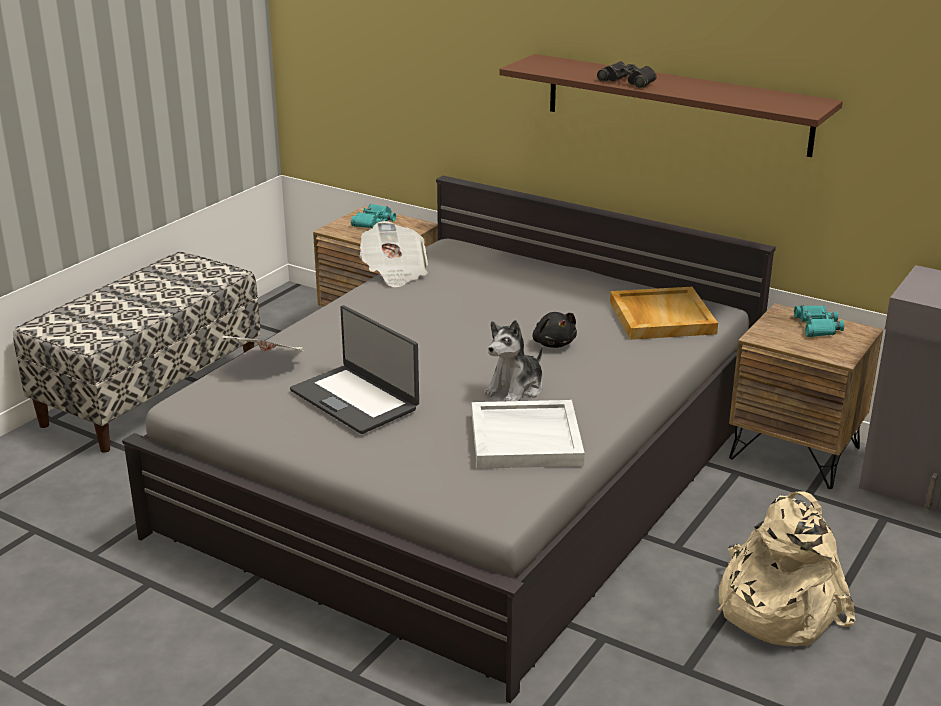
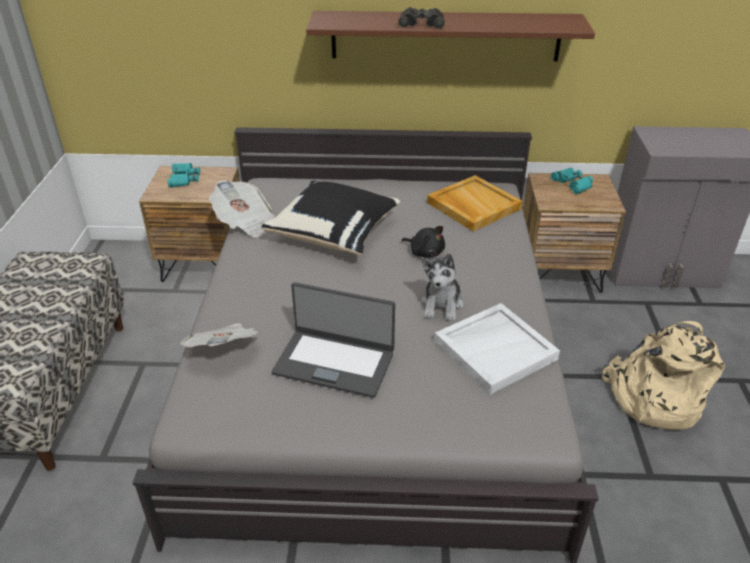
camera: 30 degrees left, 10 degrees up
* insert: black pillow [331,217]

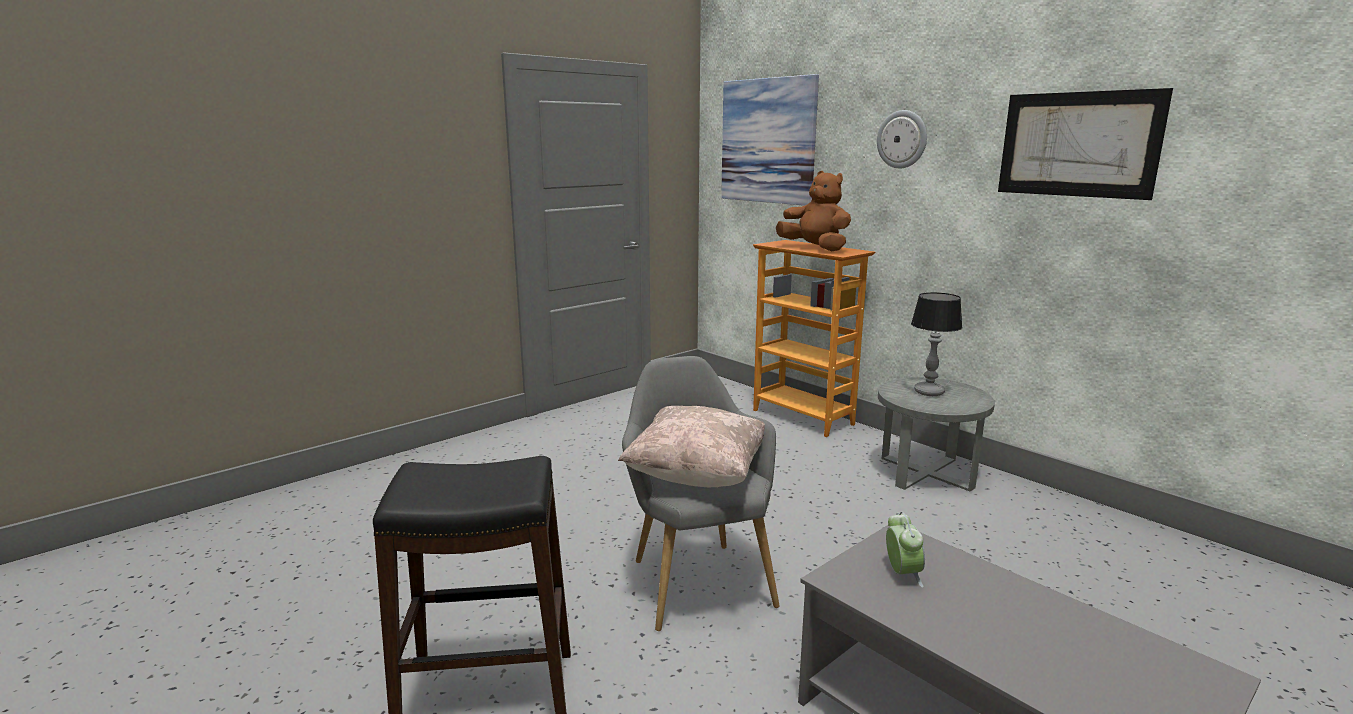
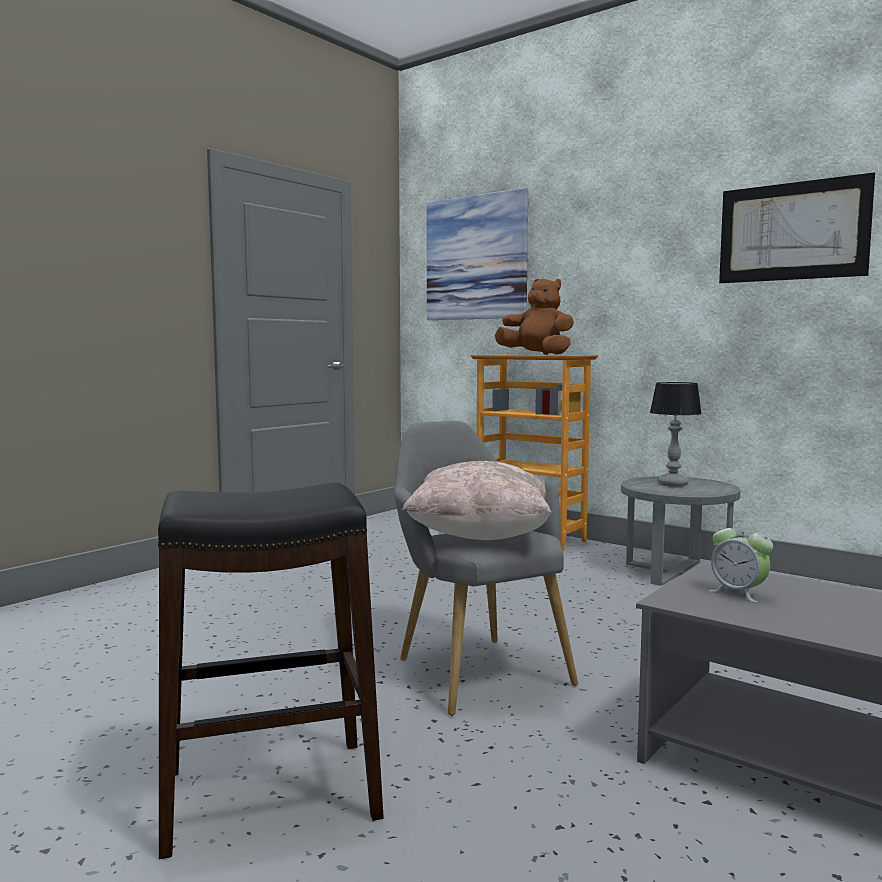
camera: 10 degrees left, 10 degrees down
* delete: wall clock [902,139]
* rotate: alarm clock [905,550] = [741,562] 150 degrees clockwise

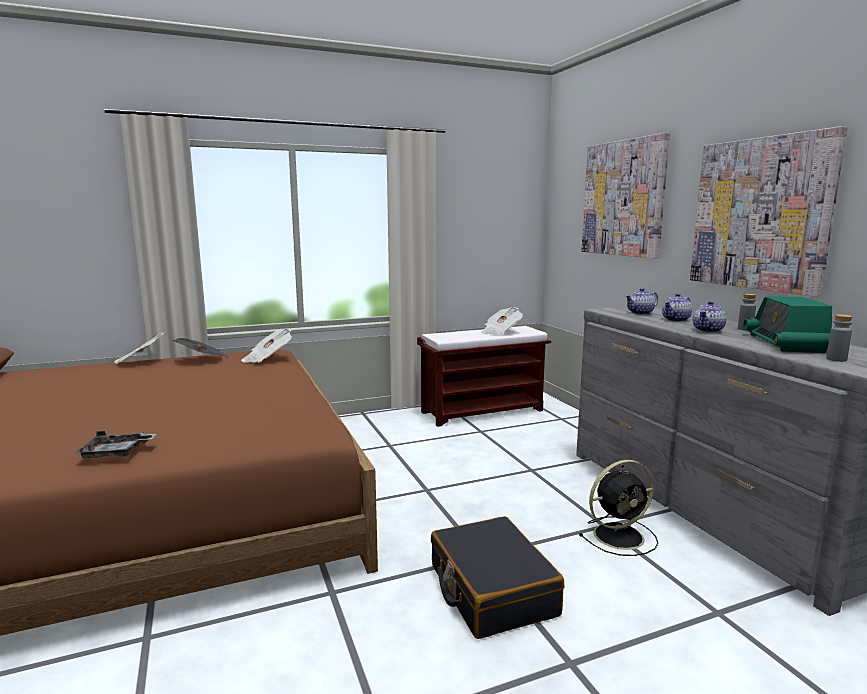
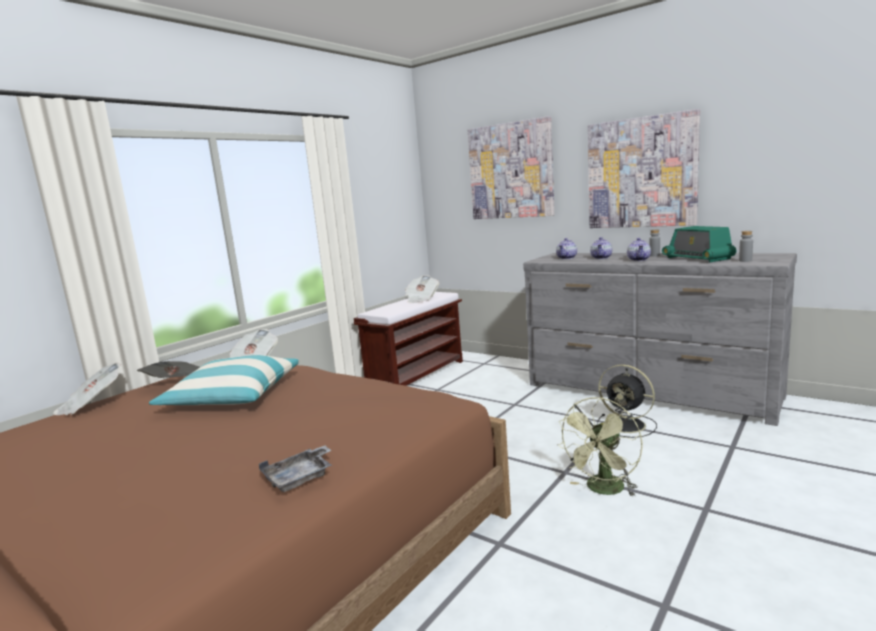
camera: 30 degrees left, 0 degrees up
* replace: black suitcase [497,577] to green fan [600,447]
* rotate: black fan [618,508] = [627,401] 90 degrees clockwise
* insert: pillow [224,380]

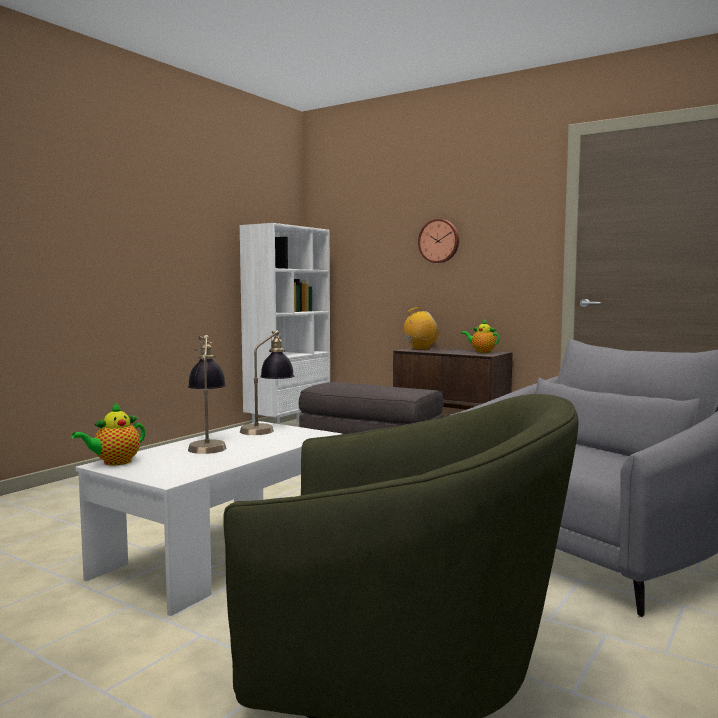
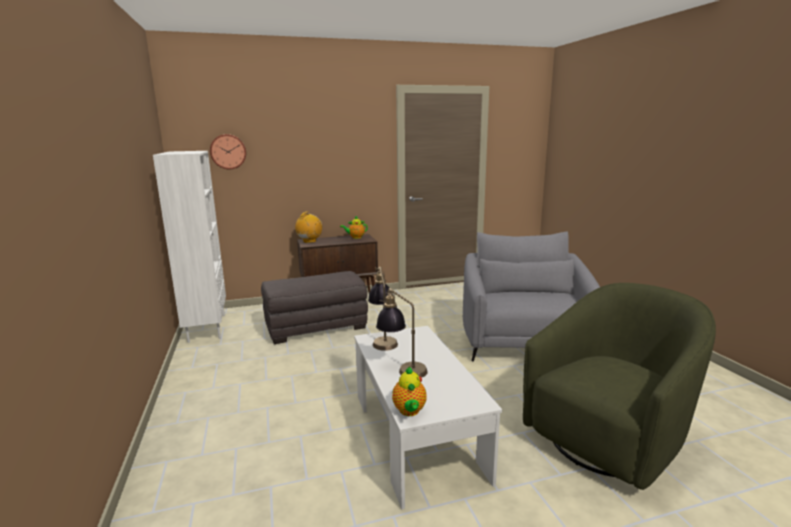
camera: 50 degrees left, 10 degrees up
* move: wall clock [438,241] to [228,151]

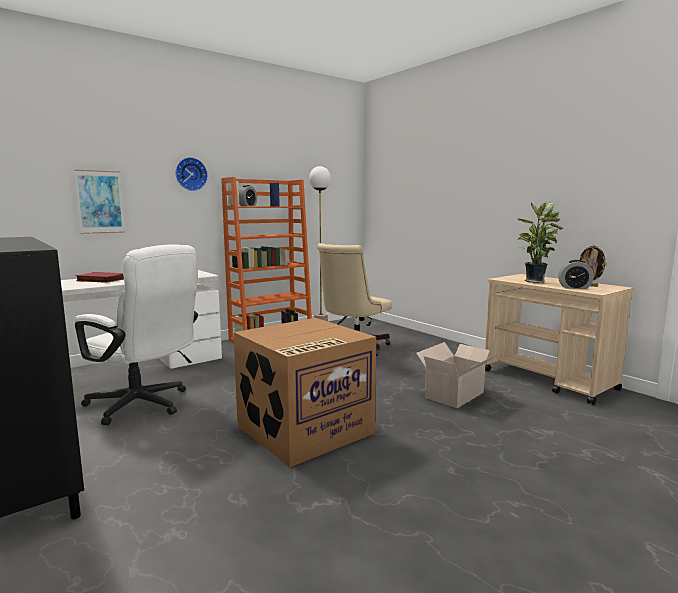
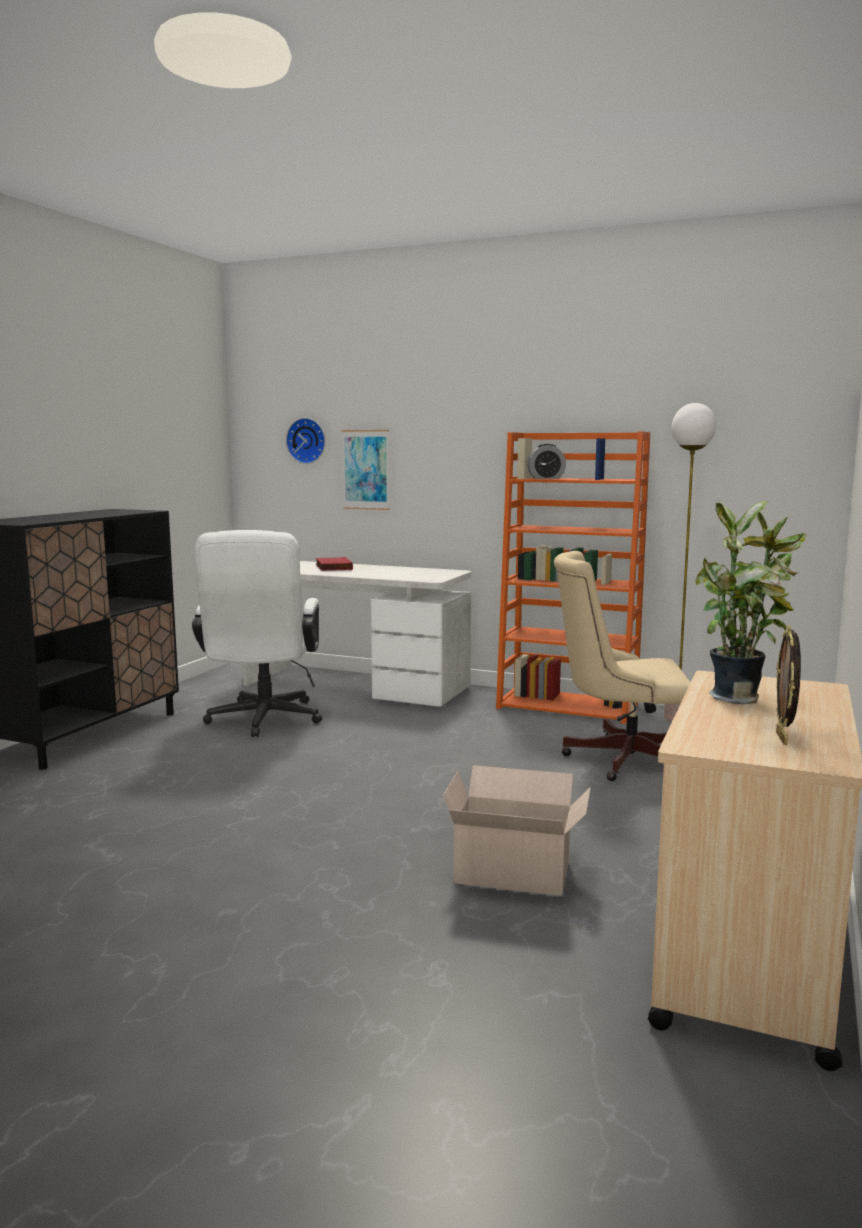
camera: 60 degrees right, 0 degrees up
* move: wall clock [191,174] to [305,441]
* delete: cardboard box [304,392]
* delete: alarm clock [576,274]

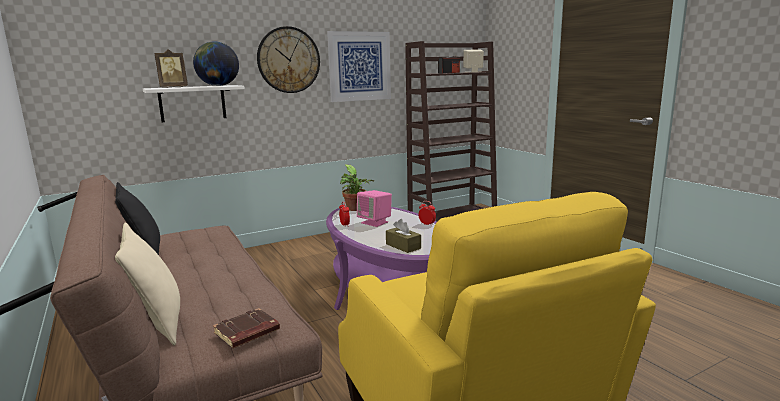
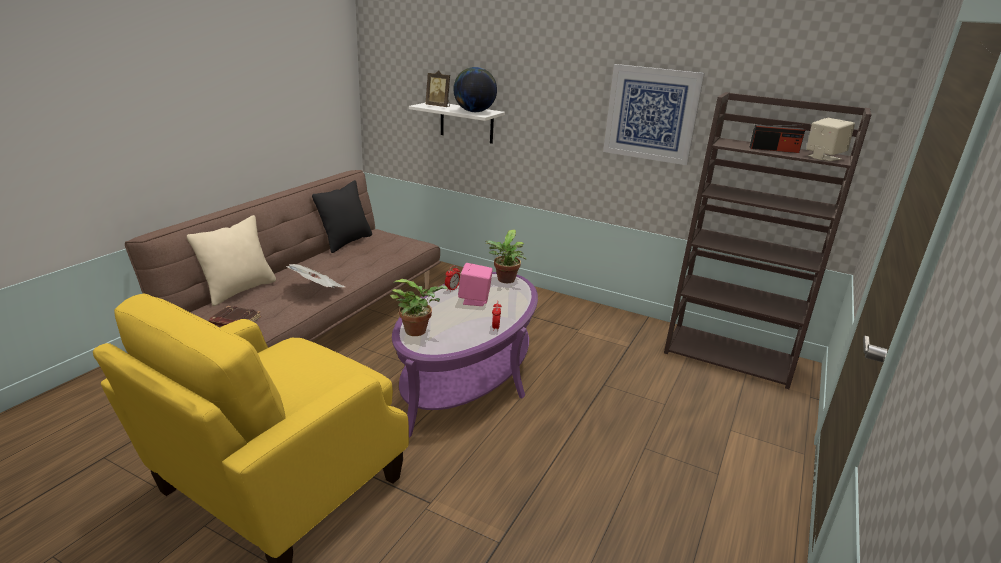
camera: 55 degrees right, 10 degrees up
* delete: wall clock [288,59]
* replace: brown tissue box [403,236] to potted plant [419,307]
* insert: newspaper [316,276]

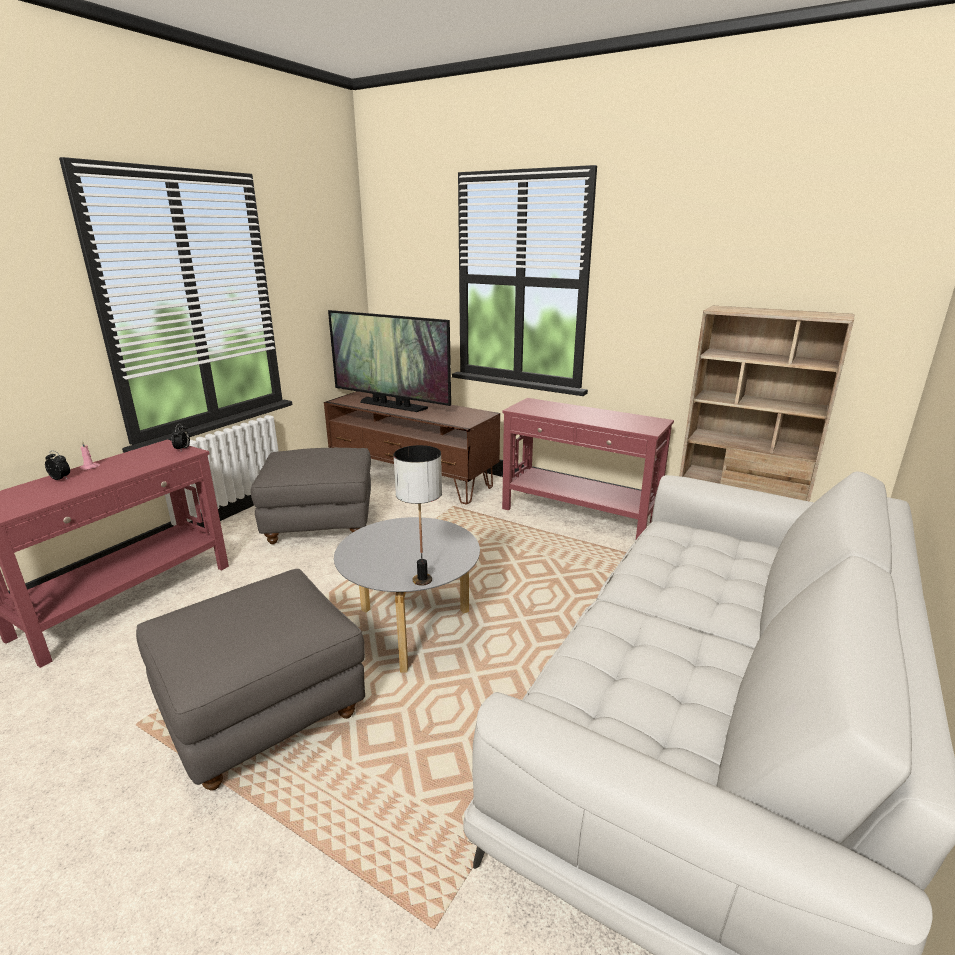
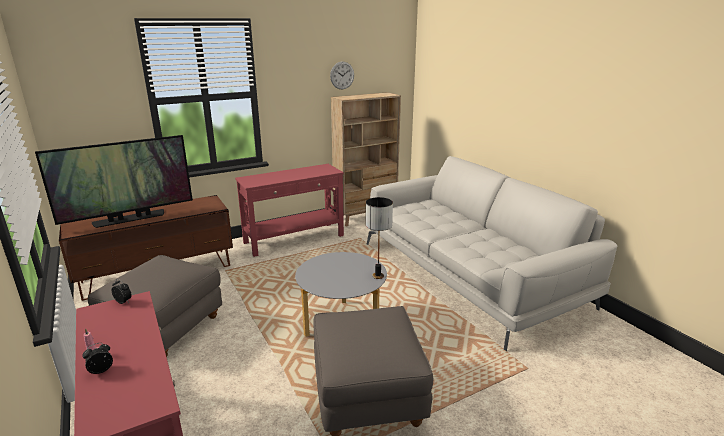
camera: 60 degrees left, 0 degrees up
* insert: wall clock [342,75]

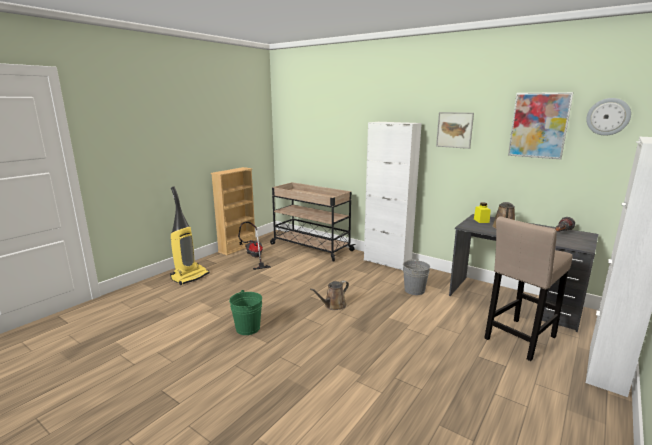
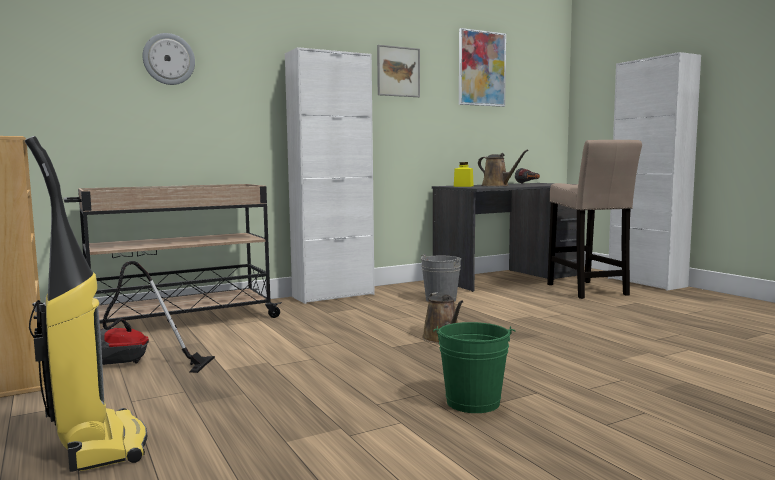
camera: 65 degrees left, 10 degrees down
* move: wall clock [608,116] to [169,59]

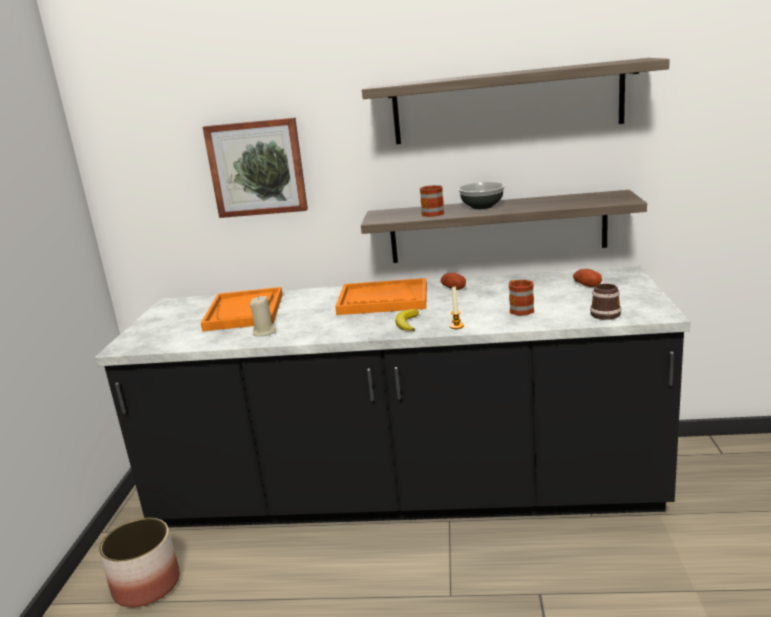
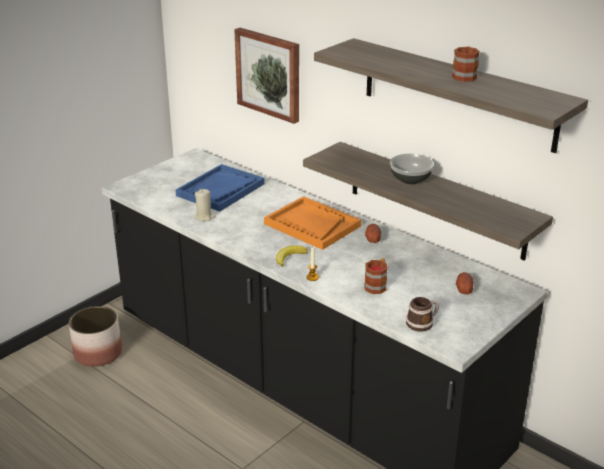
camera: 35 degrees right, 10 degrees up
* recolor: orange tray [242,309] to blue tray [220,188]
* move: mug [432,201] to [466,64]

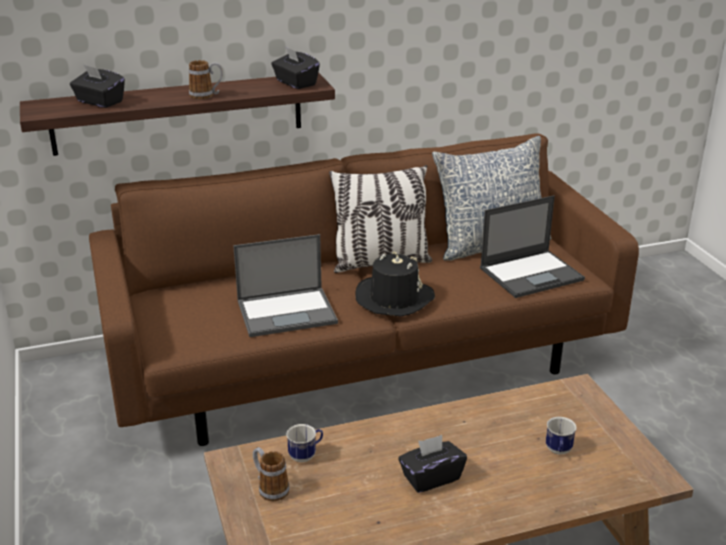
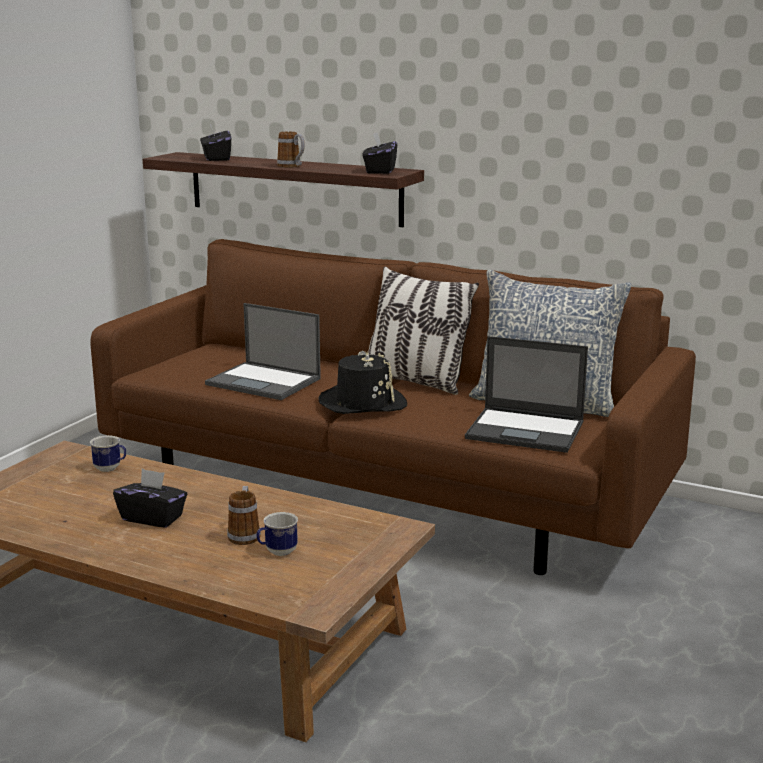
camera: 45 degrees right, 10 degrees down
* move: mug [271,474] to [244,515]

